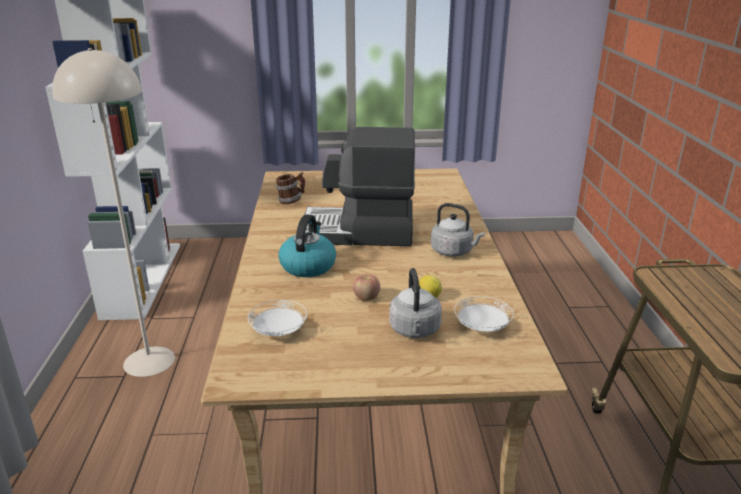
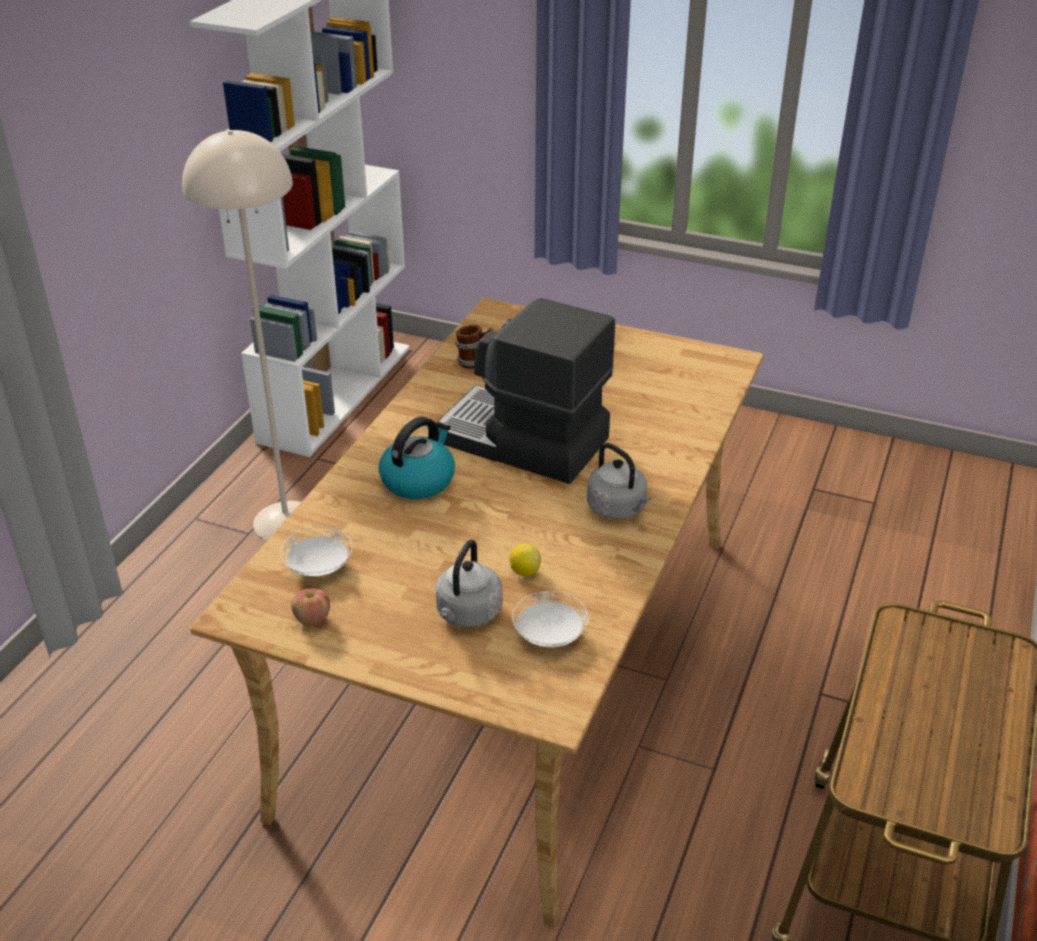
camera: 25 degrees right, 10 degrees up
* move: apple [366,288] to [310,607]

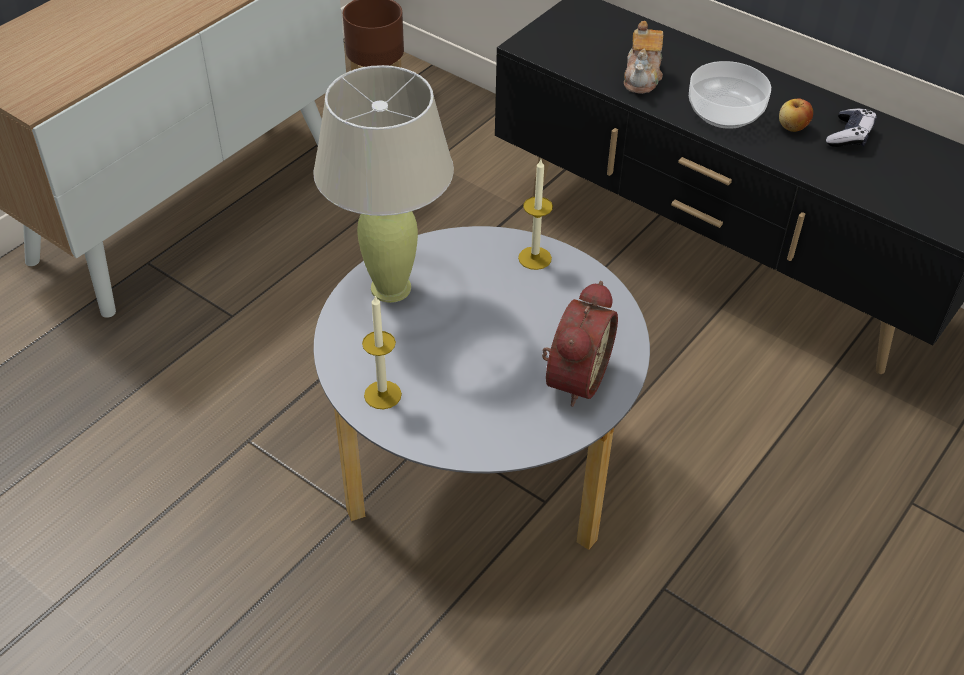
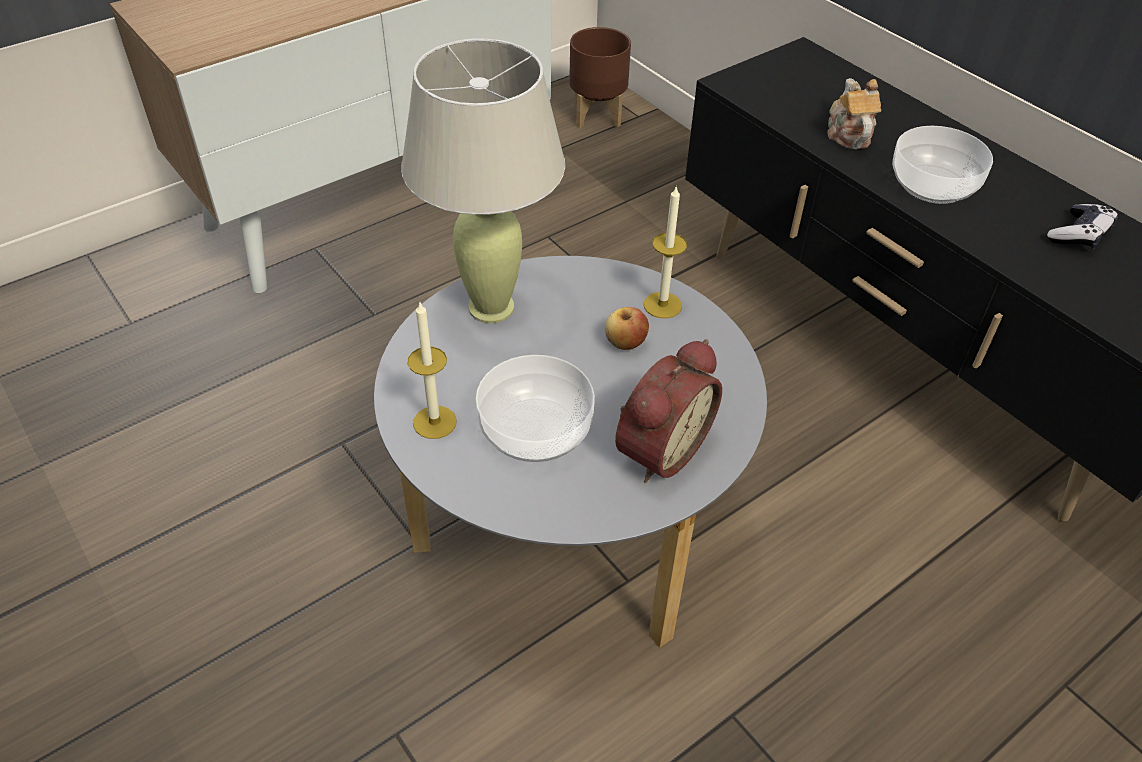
camera: 15 degrees right, 0 degrees up
* rotate: teapot [643,57] = [854,113] 150 degrees clockwise
* move: apple [796,115] to [627,328]
* insert: bowl [535,408]

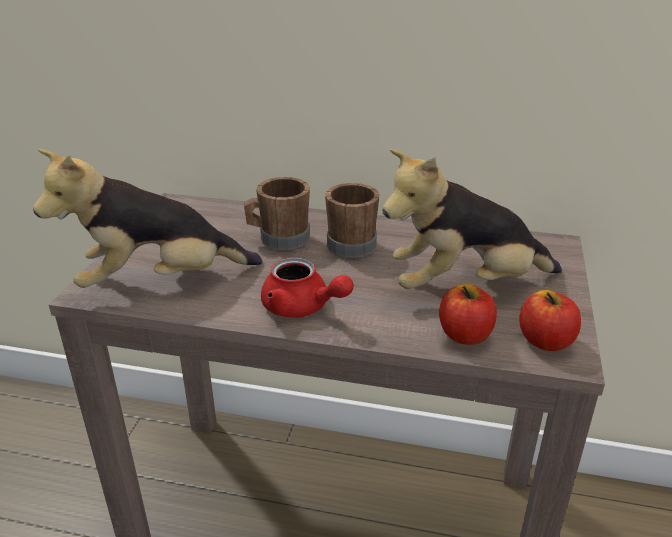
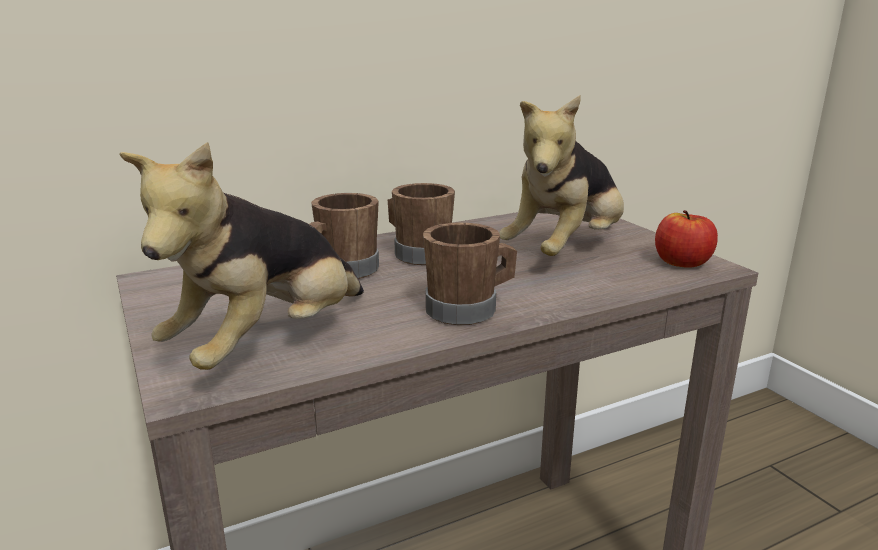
camera: 40 degrees left, 10 degrees down
* replace: red teapot [307,287] to brown mug [470,273]
* delete: apple [468,314]

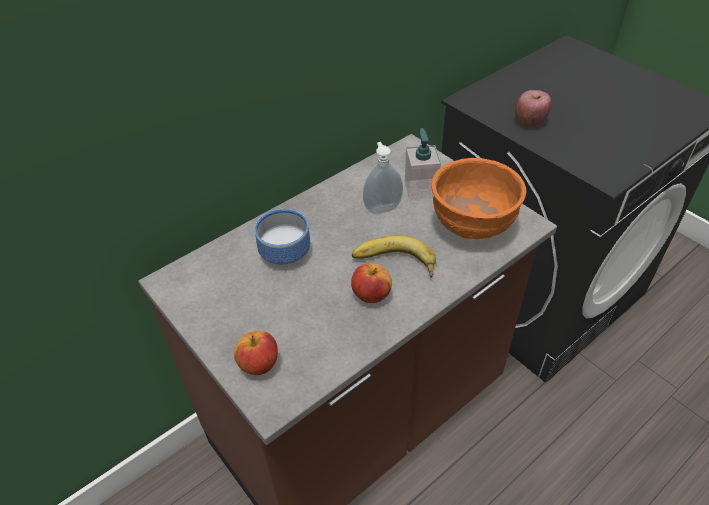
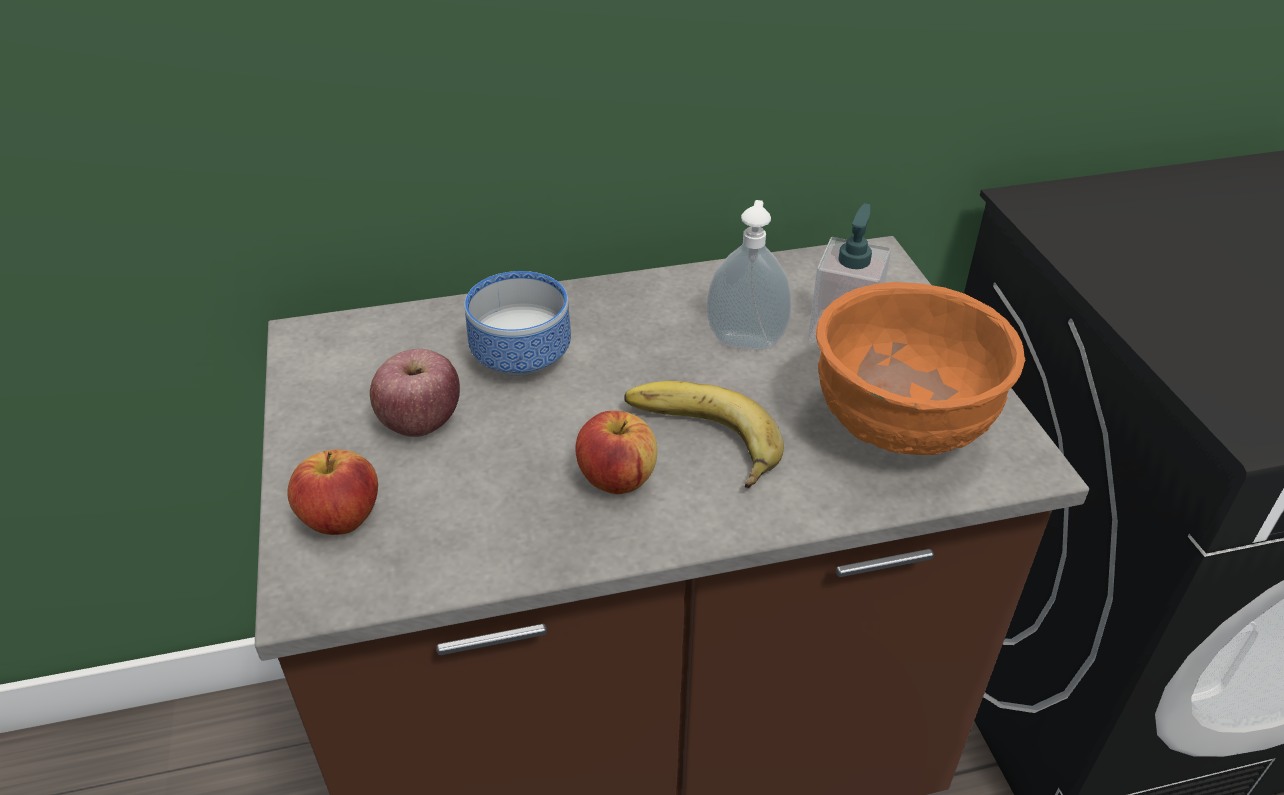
camera: 25 degrees right, 5 degrees down
* move: apple [533,108] to [415,393]

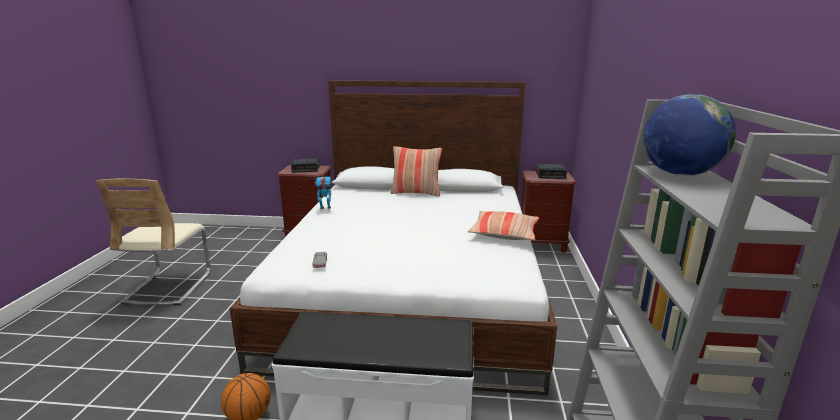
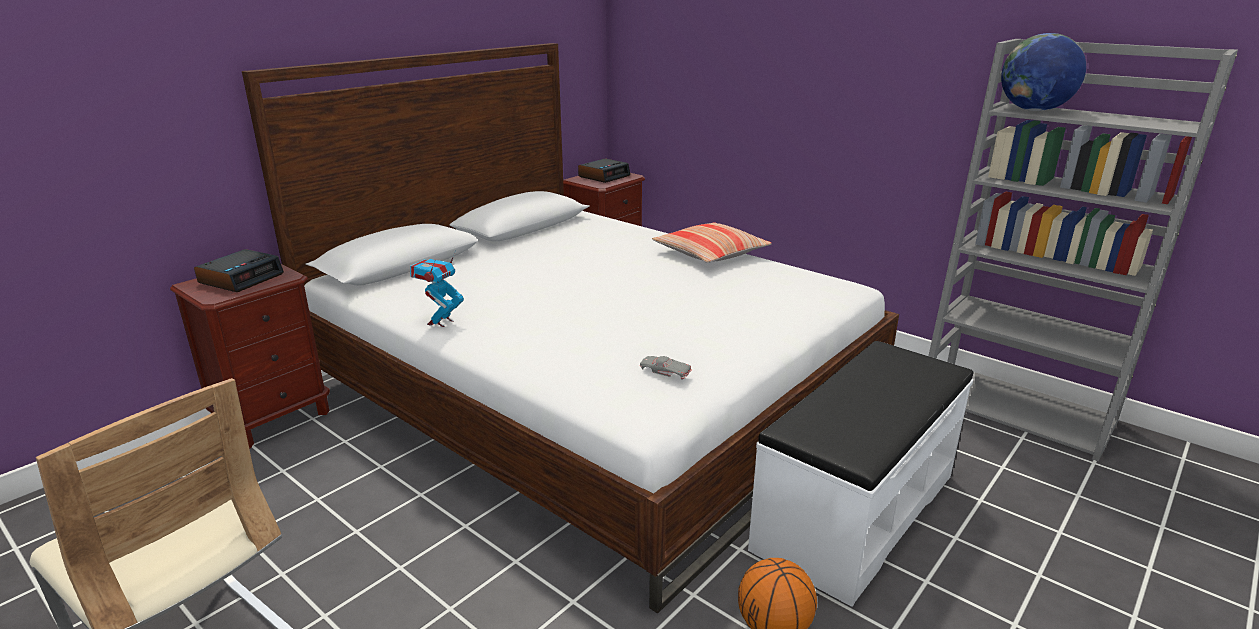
camera: 55 degrees left, 5 degrees up
* delete: pillow [416,171]

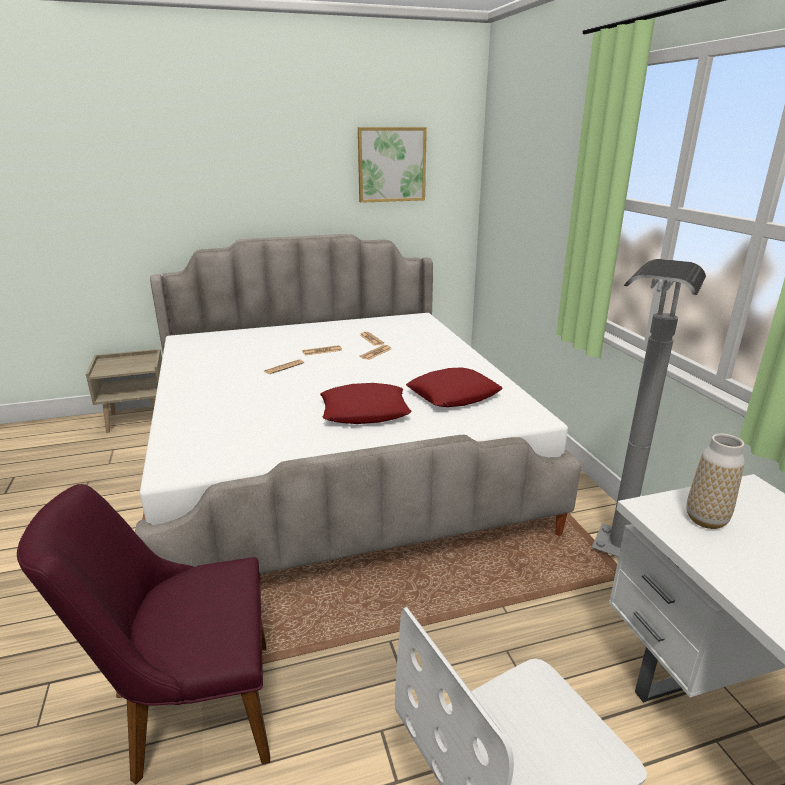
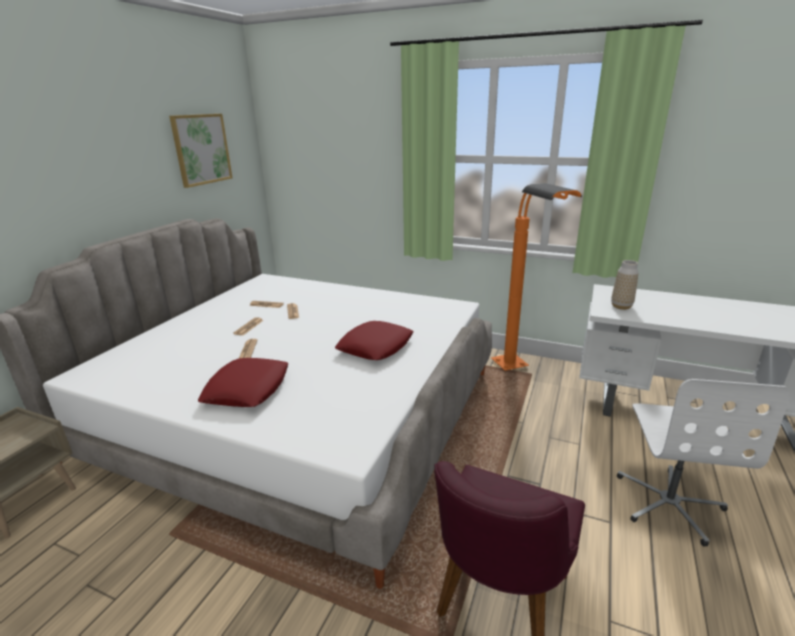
camera: 50 degrees left, 0 degrees up
* move: red pillow [454,387] to [243,382]
* recolor: grey floor lamp [648,408] to orange floor lamp [536,277]

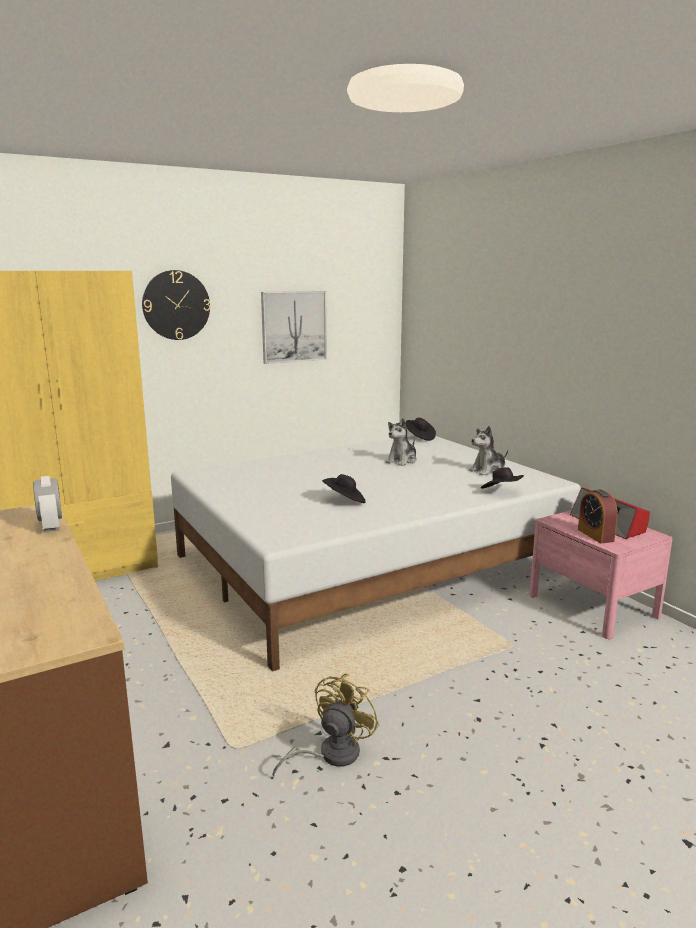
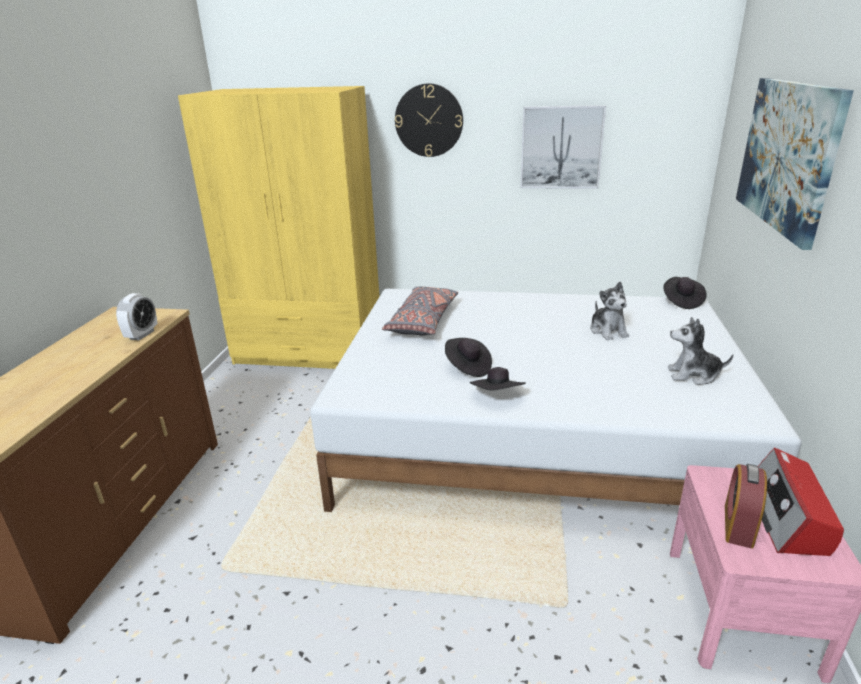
camera: 40 degrees right, 10 degrees up
* delete: yellow fan [325,725]
* rotate: plush toy [401,442] = [609,311] 90 degrees counterclockwise
* move: black hat [502,478] to [497,379]
* insert: grey pillow [420,311]
* insert: picture [795,164]

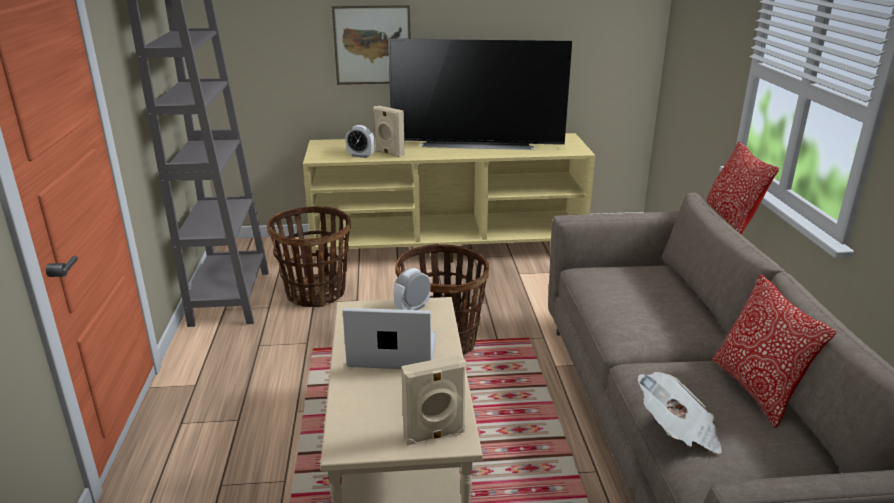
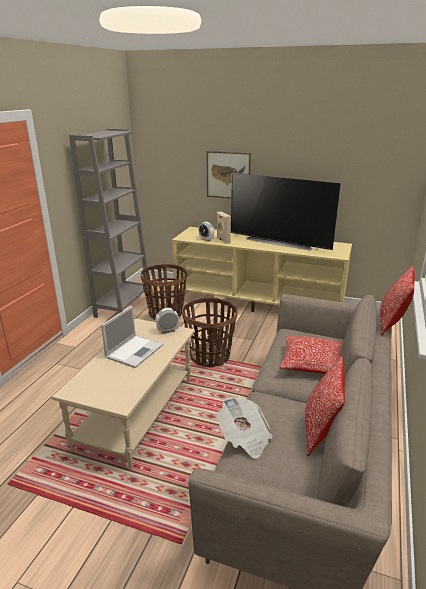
camera: 25 degrees right, 0 degrees up
* rotate: laptop [390,338] = [132,337] 90 degrees clockwise
* delete: beige speaker [433,400]
* insert: pillow [311,354]

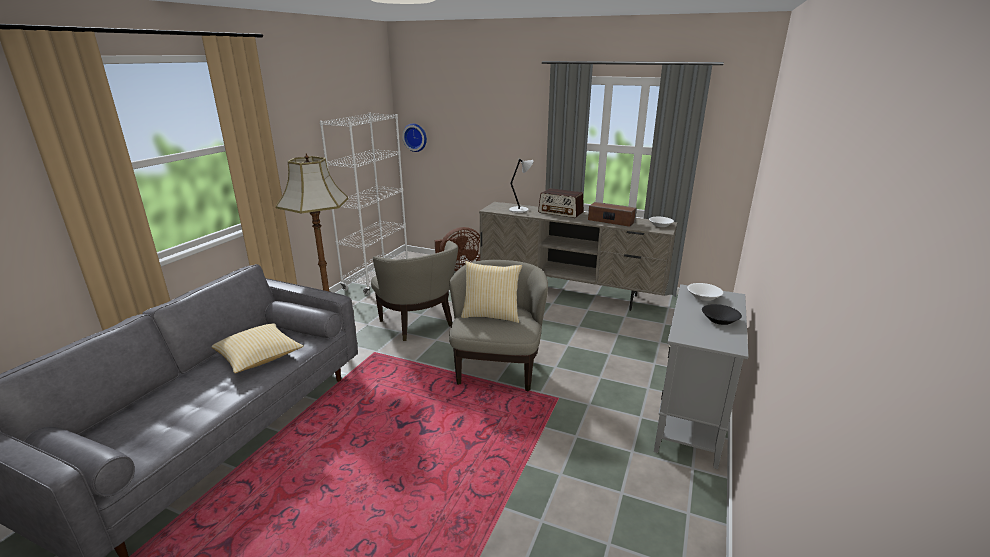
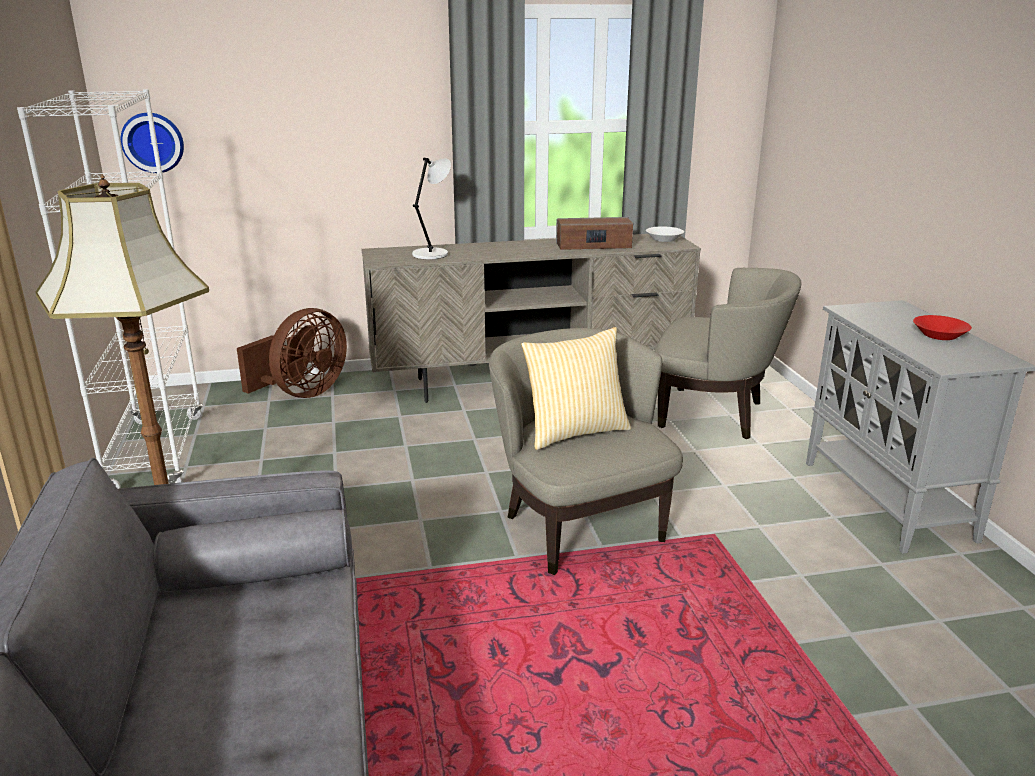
camera: 35 degrees left, 0 degrees up
* delete: pillow [258,348]
* move: beige armchair [414,291] to [728,353]
* delete: radio [561,203]
* delete: white bowl [705,292]
* recolor: black bowl [722,314] to red bowl [942,327]

